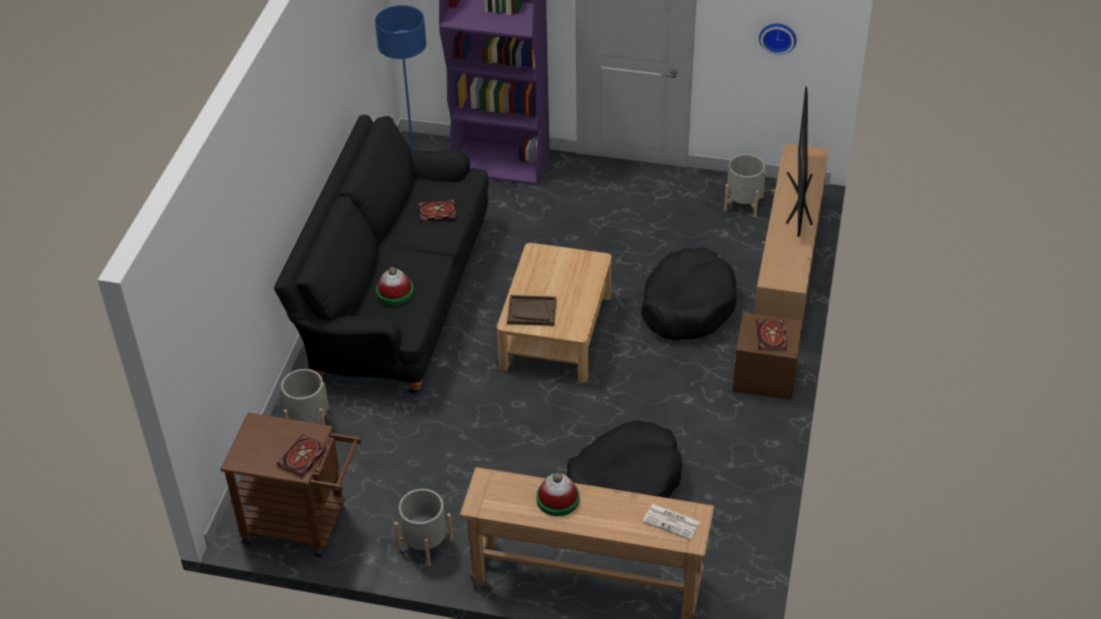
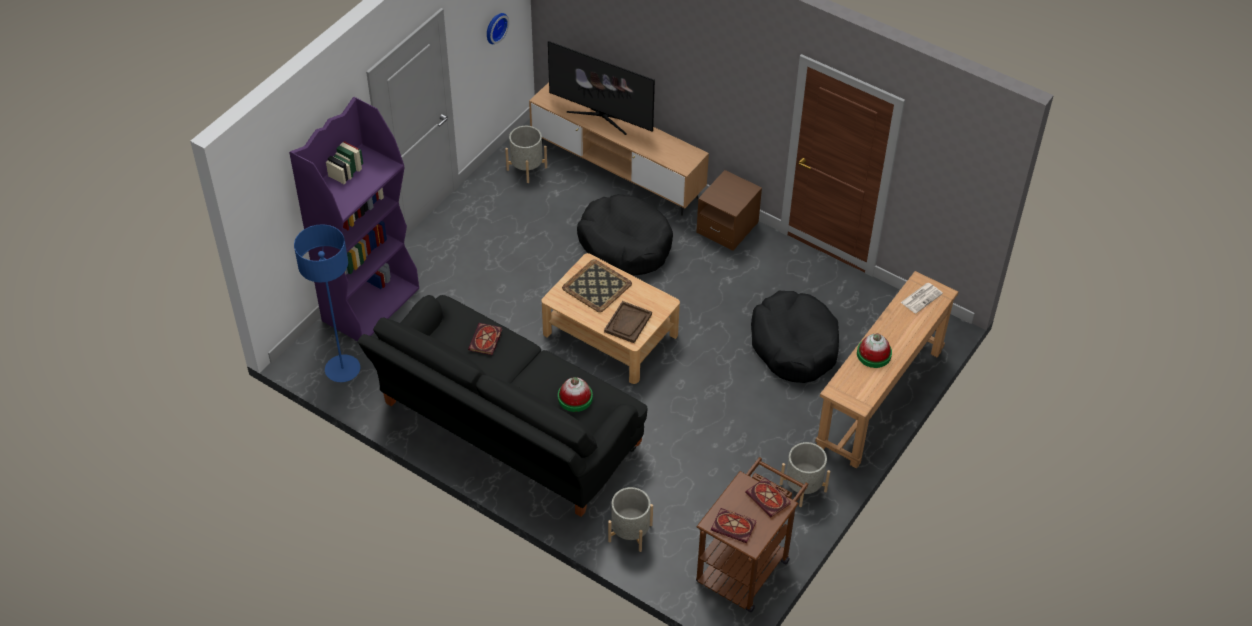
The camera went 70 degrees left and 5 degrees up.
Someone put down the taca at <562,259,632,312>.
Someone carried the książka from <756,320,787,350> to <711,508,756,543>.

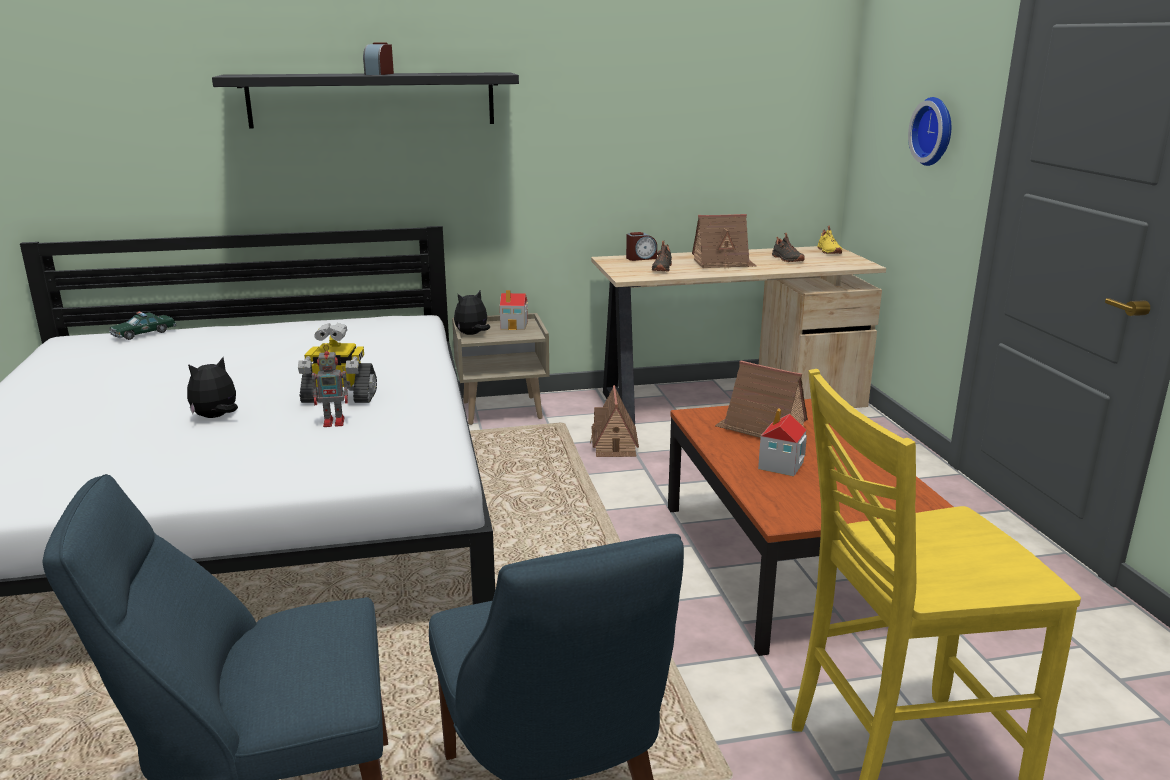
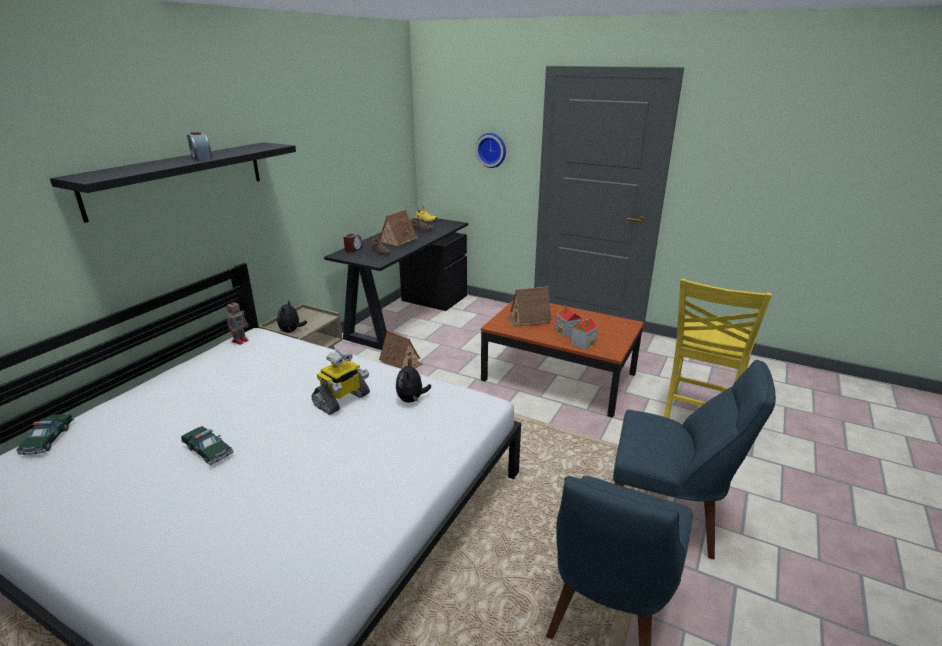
The camera went 50 degrees left and 5 degrees up.
Someone put down the samochodzik at <181,426,234,465>.
Someone carried the pluszak from <187,357,238,418> to <396,360,431,403>.
Someone carried the robot zabawkowy from <312,344,351,427> to <226,299,249,345>.
Someone carried the domek from <500,290,528,330> to <570,317,598,350>.
Someone repainted the biurko [beżowy] at <591,246,886,424>, which became the biurko [czarny] at <324,218,468,350>.

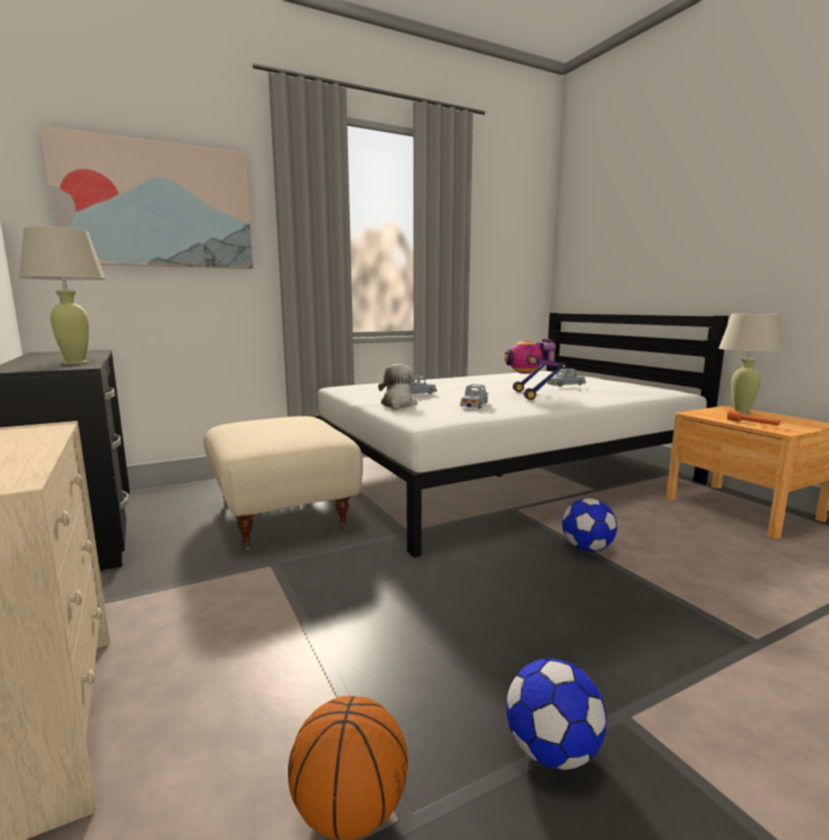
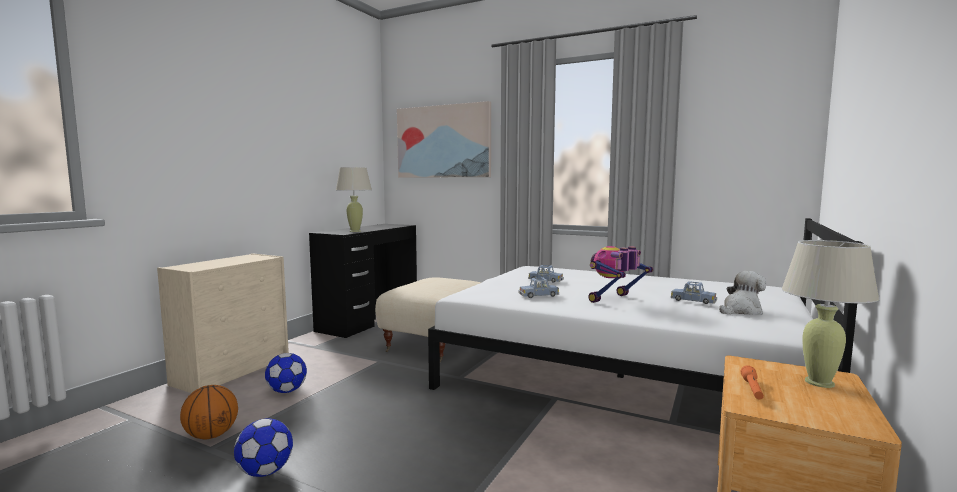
The camera went 55 degrees right and 5 degrees down.
Someone carried the pluszak from <378,364,418,410> to <719,271,766,315>.
Someone carried the piłka futbolowa from <562,498,617,552> to <265,353,307,393>.

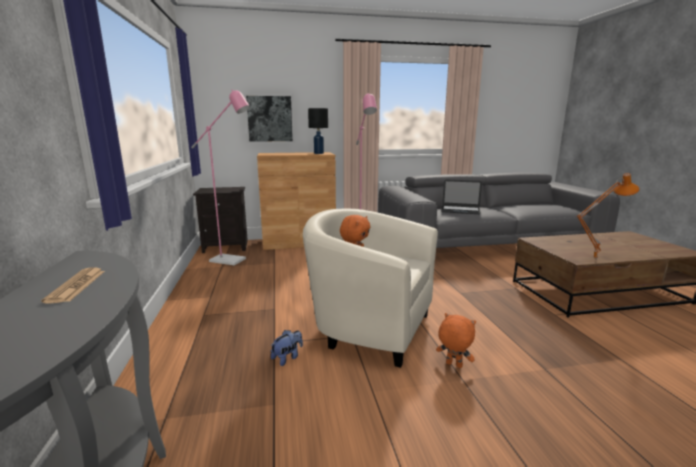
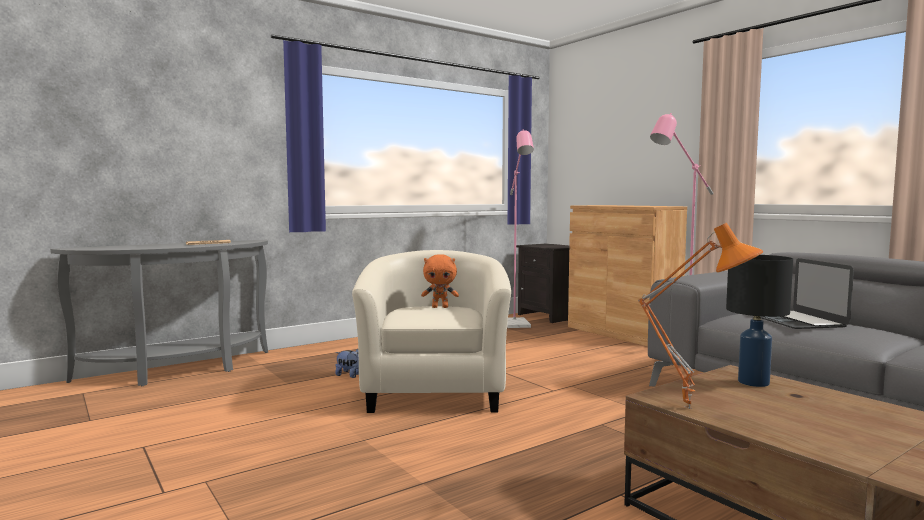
The camera went 65 degrees right and 10 degrees down.
Someone took away the obraz at <244,94,295,143>.
Someone took away the pluszak [pomarańczowy] at <436,313,476,368>.
Someone carried the lampa stołowa [czarny] from <308,108,328,154> to <726,255,793,387>.

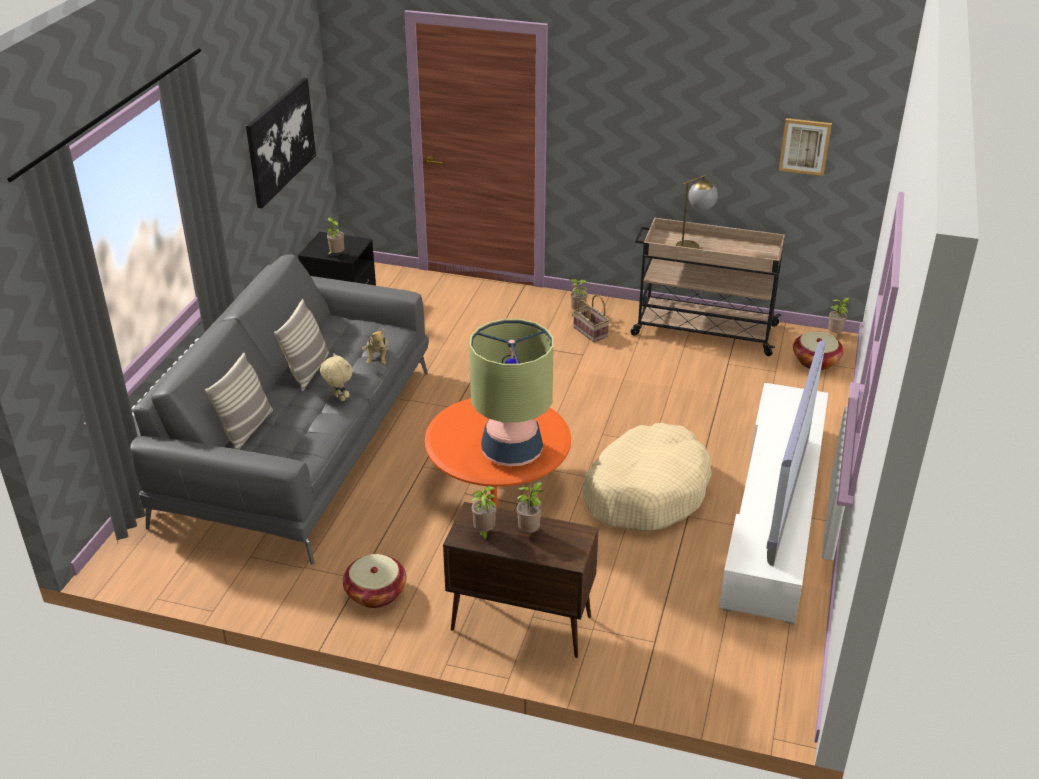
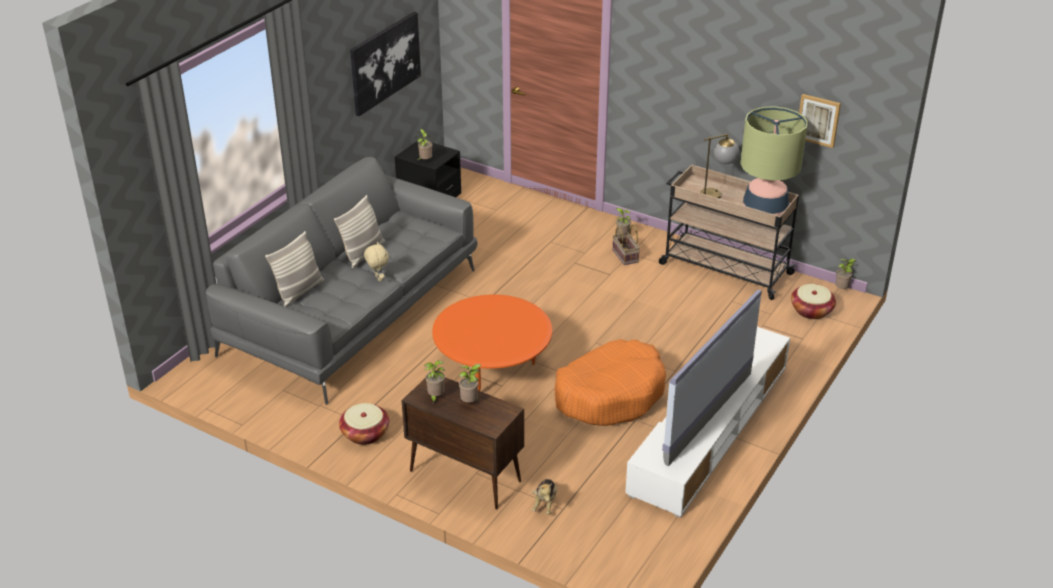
The camera went 15 degrees right and 0 degrees up.
Someone carried the pluszak from <362,329,388,365> to <532,479,557,514>.
Someone carried the lampa stołowa from <469,319,554,467> to <740,106,808,216>.
Someone repainted the legowisko [beżowy] at <582,423,712,531>, which became the legowisko [pomarańczowy] at <555,339,666,426>.

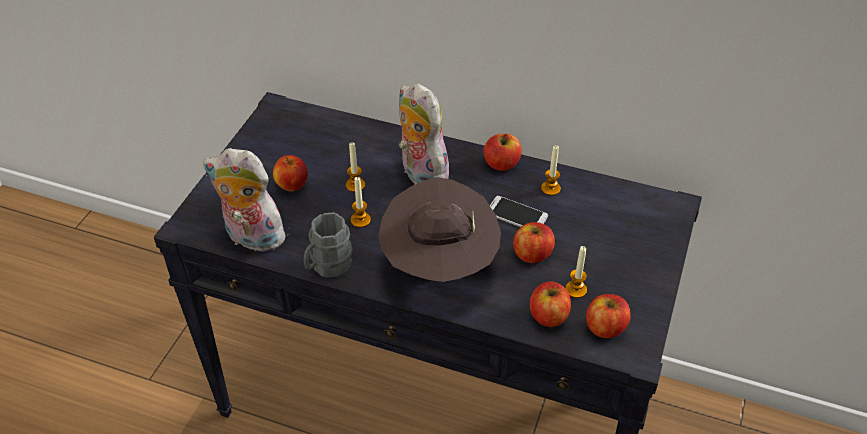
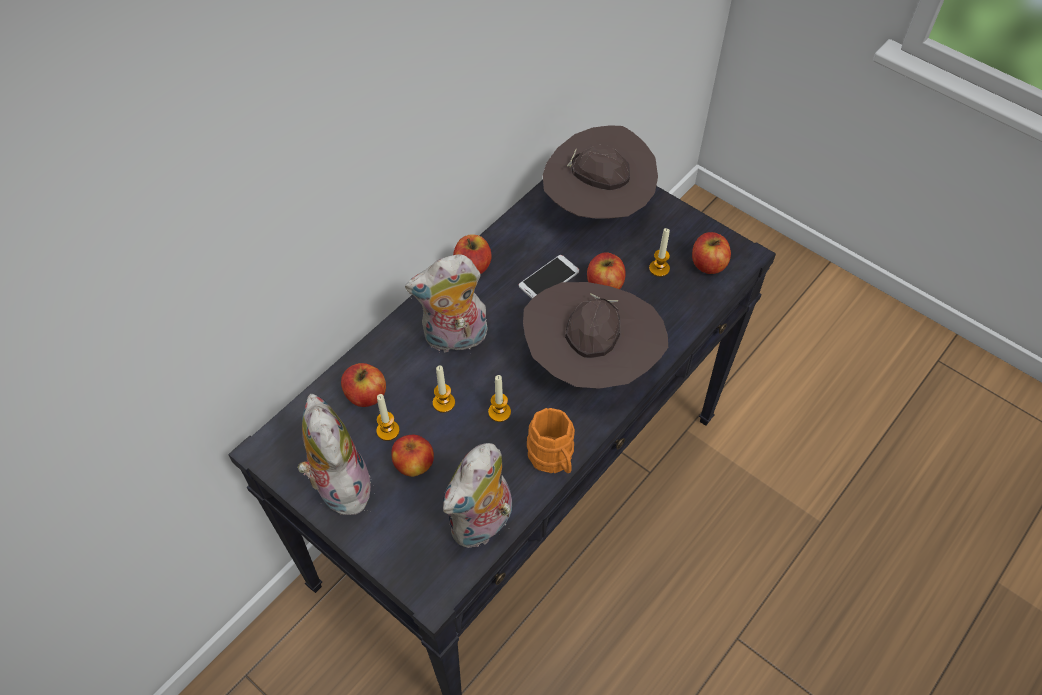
The camera went 70 degrees left and 10 degrees up.
Someone put down the pluszak at <297,394,371,515>.
Someone put down the kapelusz [brązowy] at <543,125,658,219>.
Someone carried the jabłko from <530,281,571,327> to <341,363,386,407>.
Someone carried the świeca from <541,145,561,196> to <376,394,400,441>.
Someone repainted the kubek [szary] at <304,212,353,278>, which became the kubek [pomarańczowy] at <527,408,575,473>.

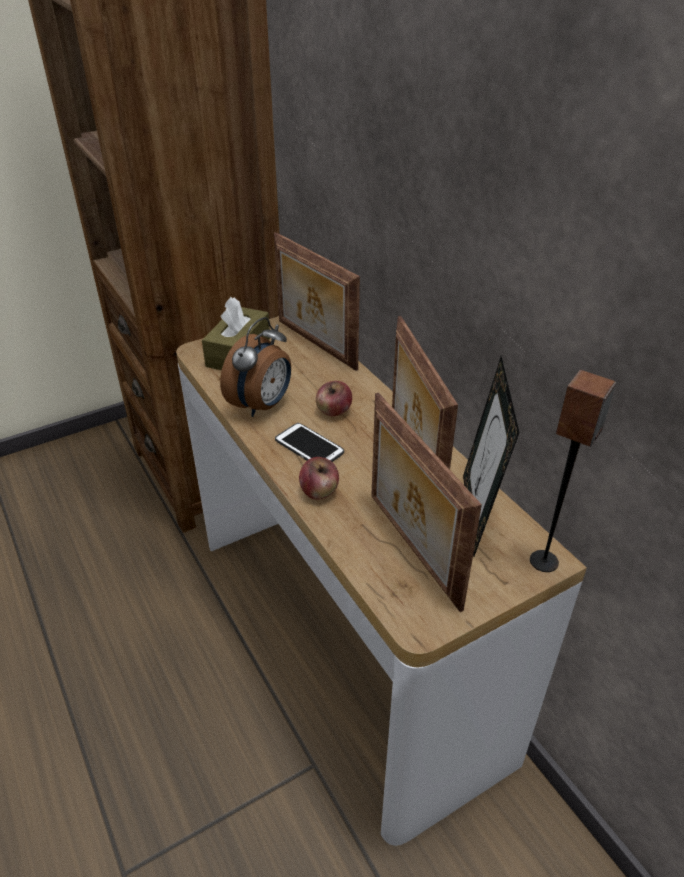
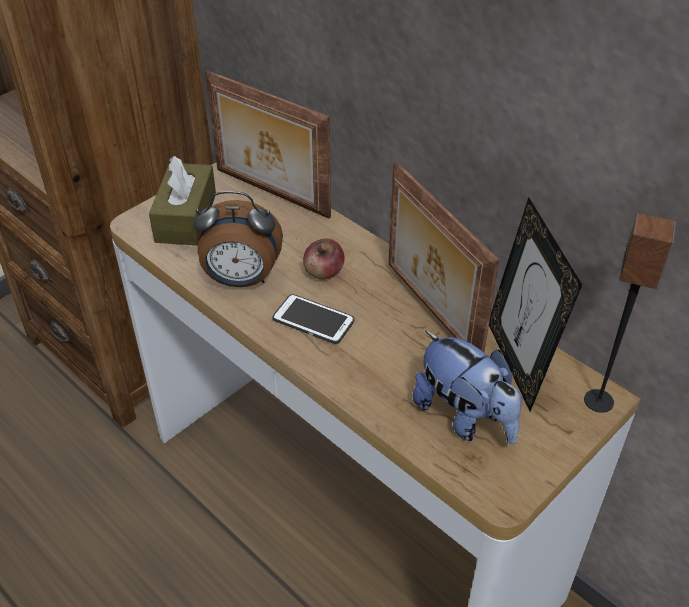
The camera went 15 degrees left and 5 degrees up.
Someone took away the jabłko at <299,457,339,500>.
Someone swapped the ramka na zdjęcie at <371,392,482,612> for the pluszak at <413,331,522,445>.
Someone rotated the budzik at <220,317,291,417> by 75 degrees clockwise.

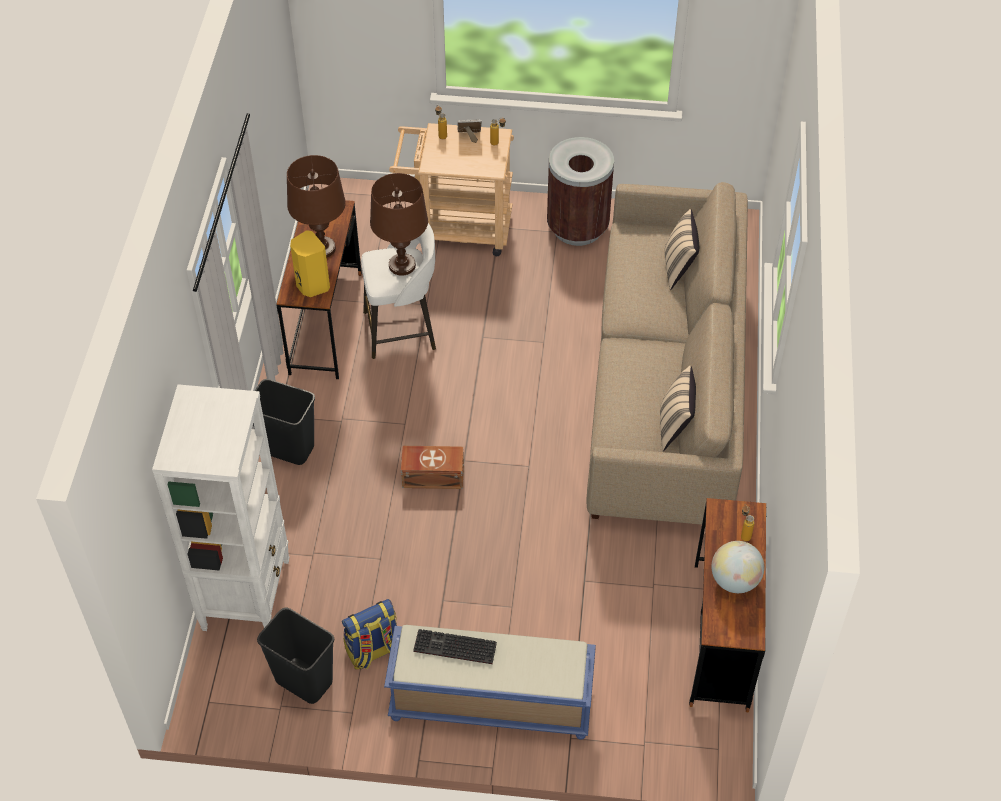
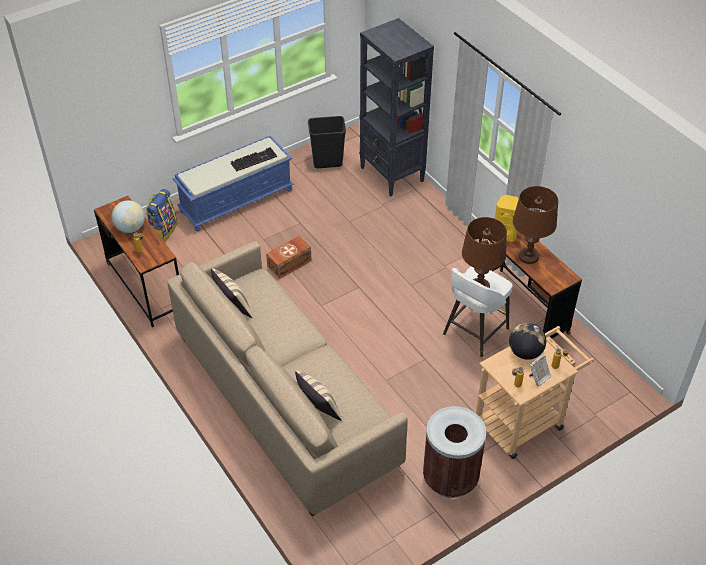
The camera went 140 degrees right and 5 degrees down.
Someone took away the kosz na śmieci [czarny] at <253,379,315,465>.
Someone put down the globus at <509,323,546,360>.
Someone carried the plecak from <342,599,397,670> to <146,189,177,241>.
Someone carried the pojemnik do przechowywania [brązowy] from <401,446,464,489> to <266,236,312,279>.
Someone repainted the regał [biały] at <152,384,290,631>, which became the regał [czarny] at <359,18,434,197>.

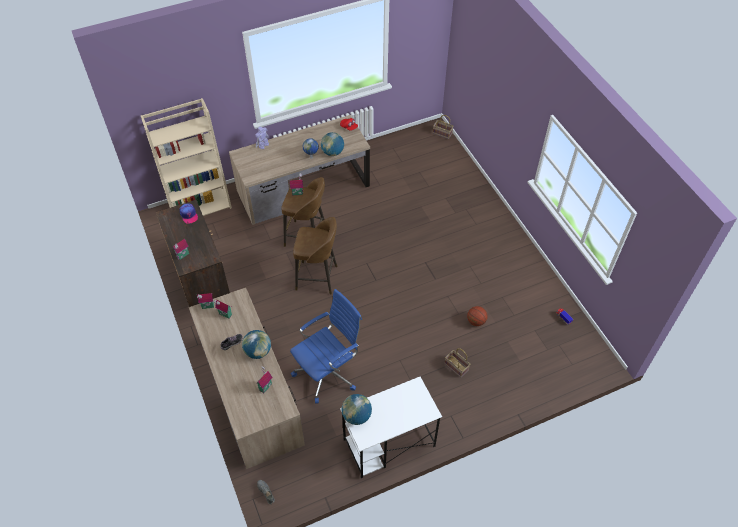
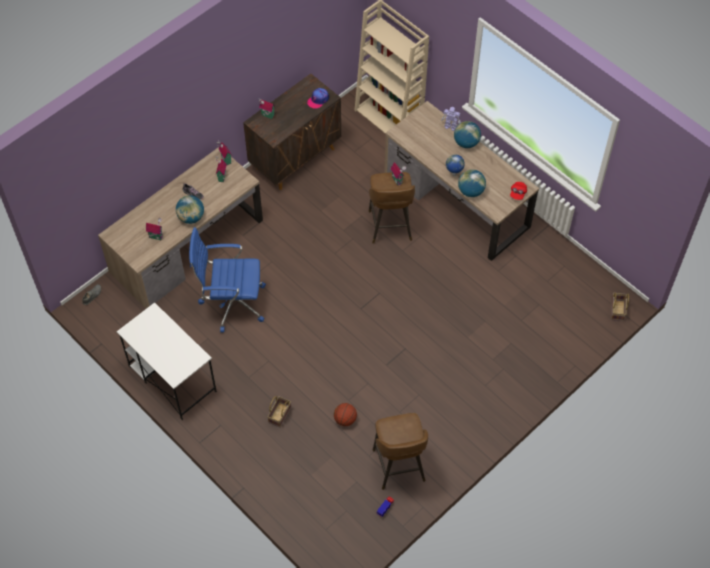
The camera went 70 degrees right and 5 degrees up.
Someone carried the stołek [brązowy] from <293,217,337,295> to <373,413,428,490>.
Someone carried the globus from <342,394,372,425> to <454,121,481,148>.
Someone rotated the krzesło biurowe [niebieski] at <290,289,362,404> by 150 degrees clockwise.

